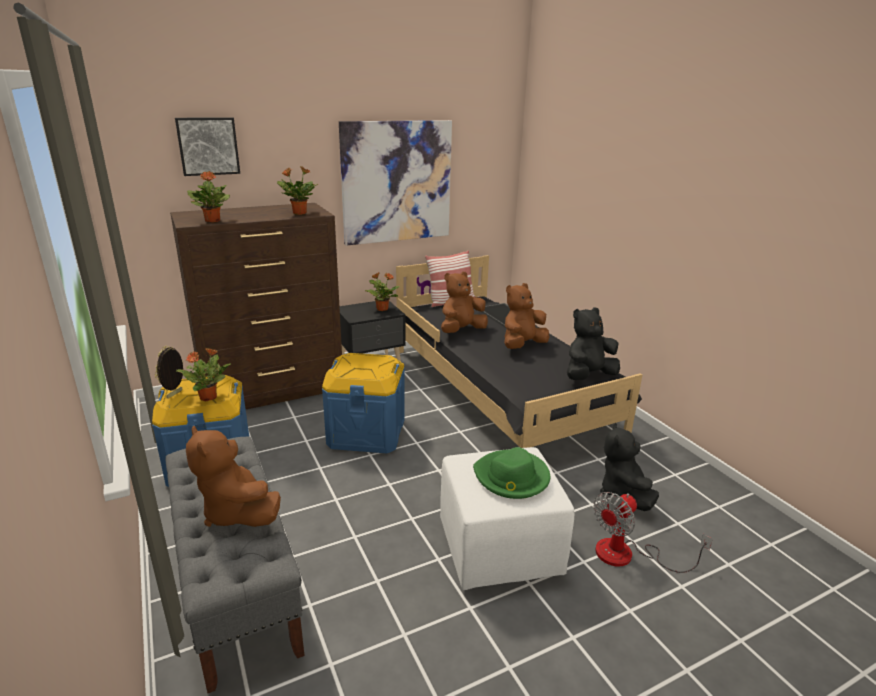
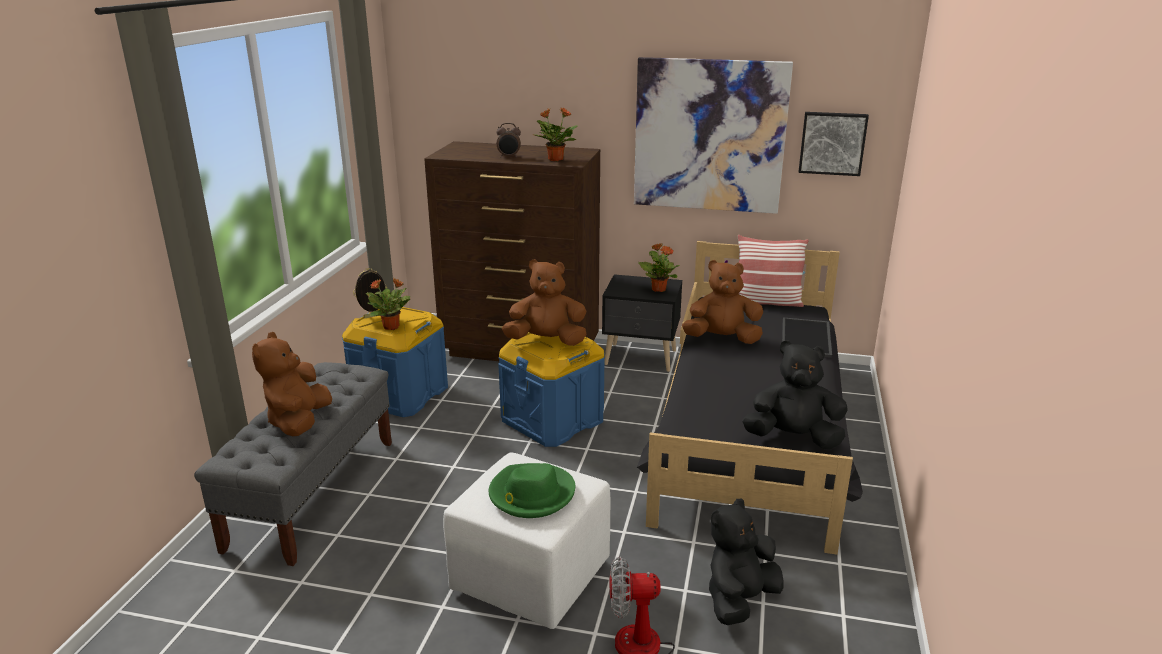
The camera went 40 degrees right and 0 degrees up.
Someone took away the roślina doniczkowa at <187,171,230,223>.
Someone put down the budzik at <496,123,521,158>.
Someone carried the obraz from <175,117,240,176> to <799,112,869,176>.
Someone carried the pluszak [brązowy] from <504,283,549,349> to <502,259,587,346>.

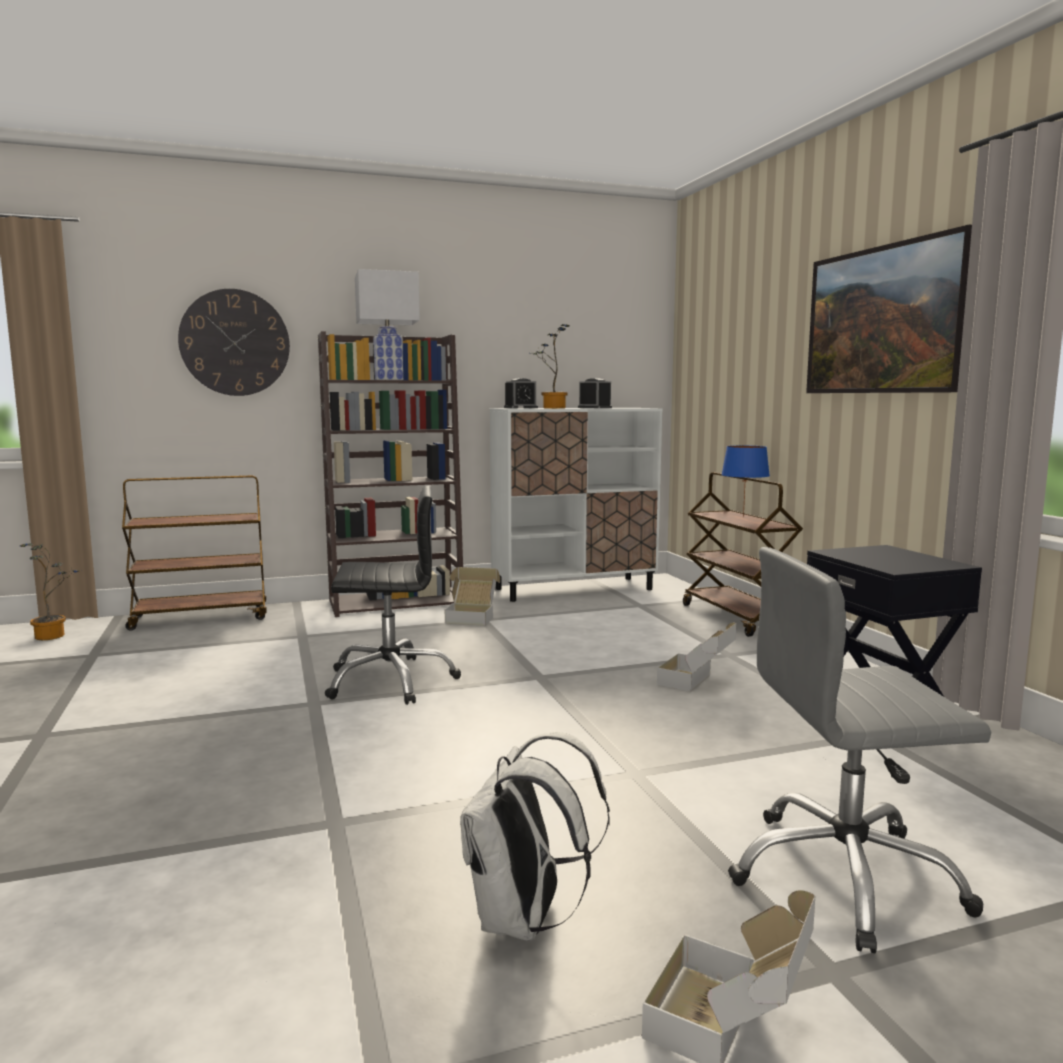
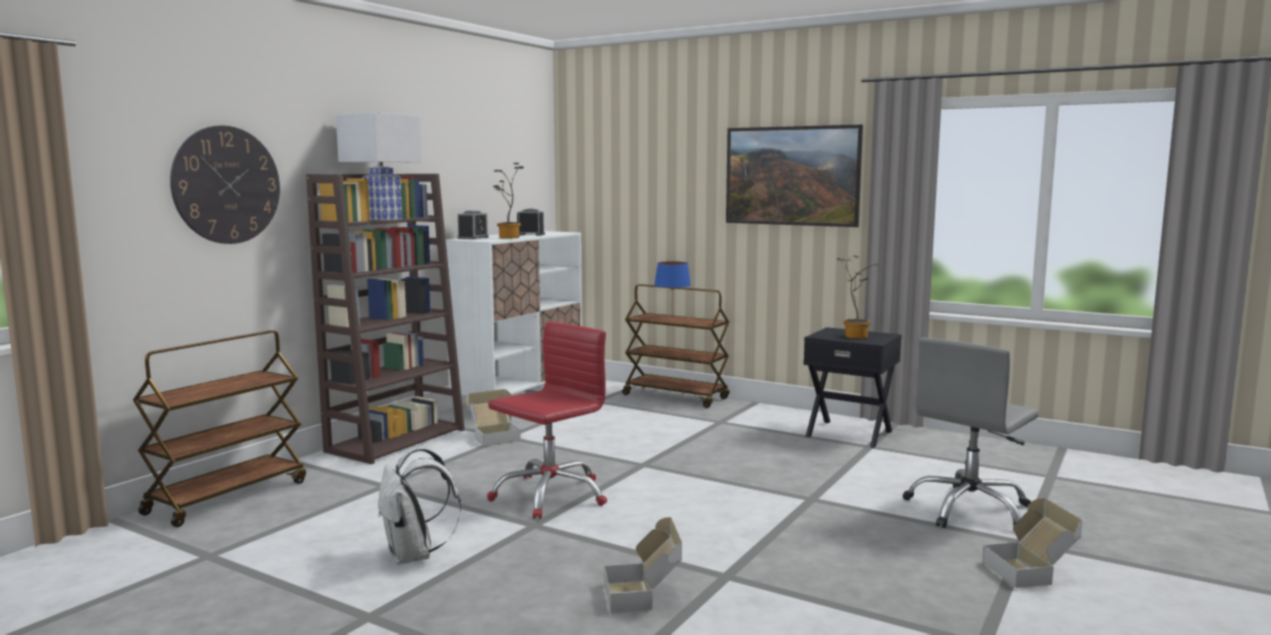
The camera went 40 degrees left and 0 degrees up.
Someone carried the roślina doniczkowa from <20,543,81,640> to <837,255,882,339>.
Someone carried the plecak [biały] from <460,732,610,941> to <378,448,461,565>.
Someone carried the karton from <657,623,736,692> to <604,517,682,613>.
Someone repainted the krzesło biurowe [czarny] at <325,486,461,705>, which became the krzesło biurowe [czerwony] at <487,321,607,519>.

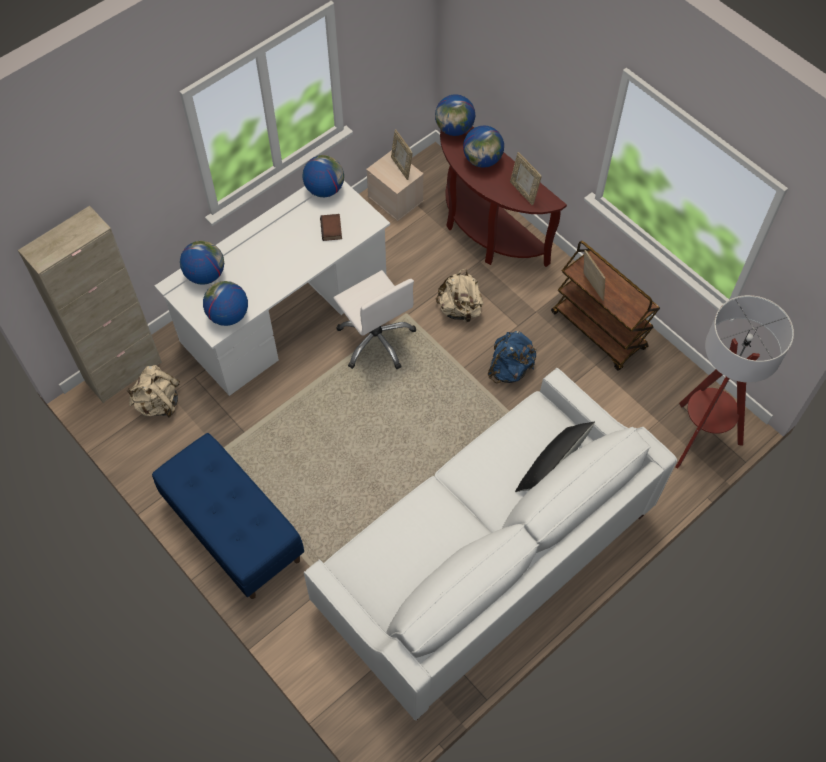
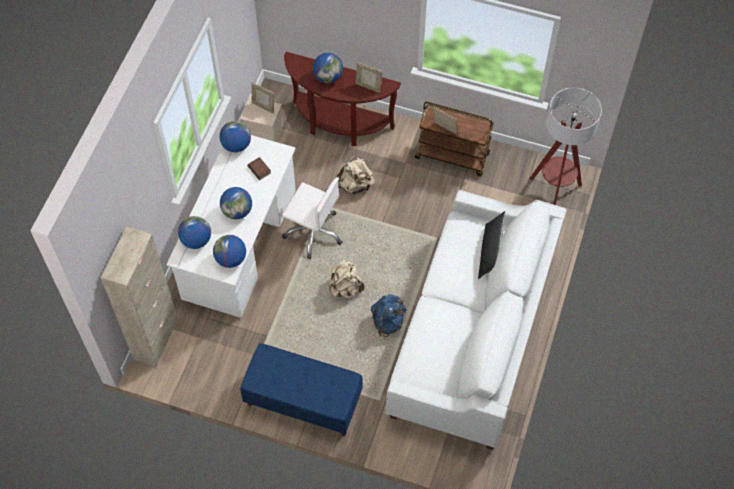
The camera went 30 degrees left and 0 degrees up.
Someone carried the plecak [beżowy] from <128,365,180,418> to <329,259,364,299>.
Someone carried the globus from <435,94,475,136> to <220,187,252,219>.
Someone carried the plecak [niebieski] from <488,331,536,384> to <371,294,406,337>.

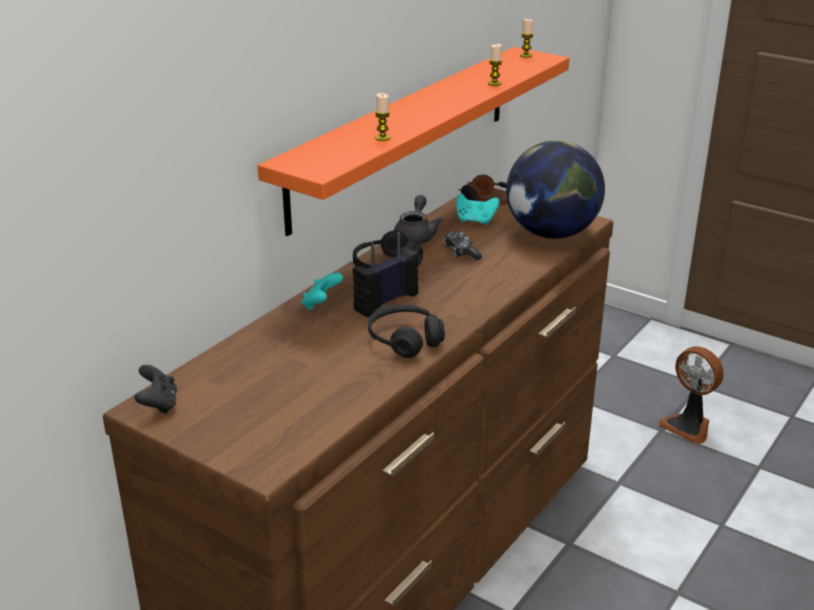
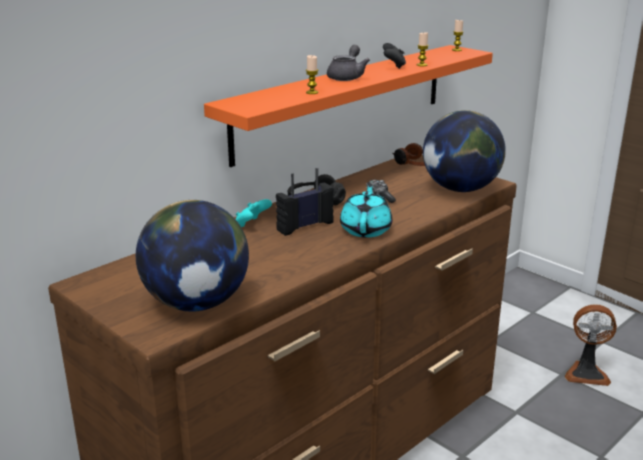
The camera went 10 degrees right and 5 degrees down.
Someone took away the słuchawki [czarny] at <368,304,445,358>.
Someone took away the pad do gier [turkusowy] at <456,193,500,225>.
Someone put down the globus at <136,200,249,312>.
Someone put down the imbryk [turkusowy] at <340,184,392,238>.
Someone carried the pad do gier [czarny] from <134,365,177,414> to <383,43,406,69>.
Someone carried the imbryk [szary] from <394,195,443,244> to <327,45,370,81>.
Someone rotated the wentylator at <658,346,724,444> by 45 degrees counterclockwise.

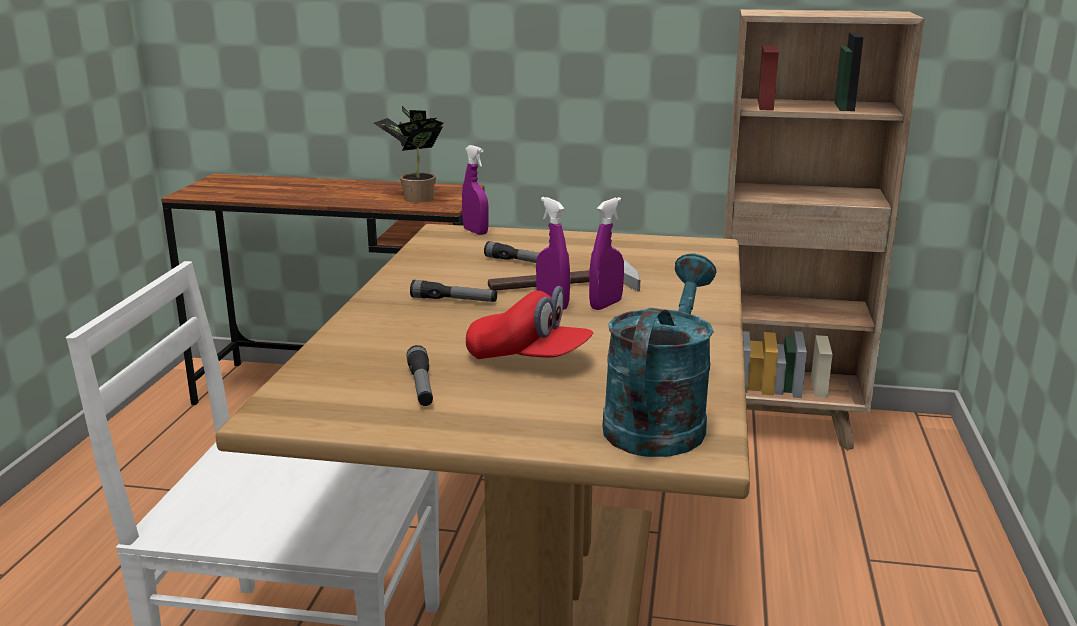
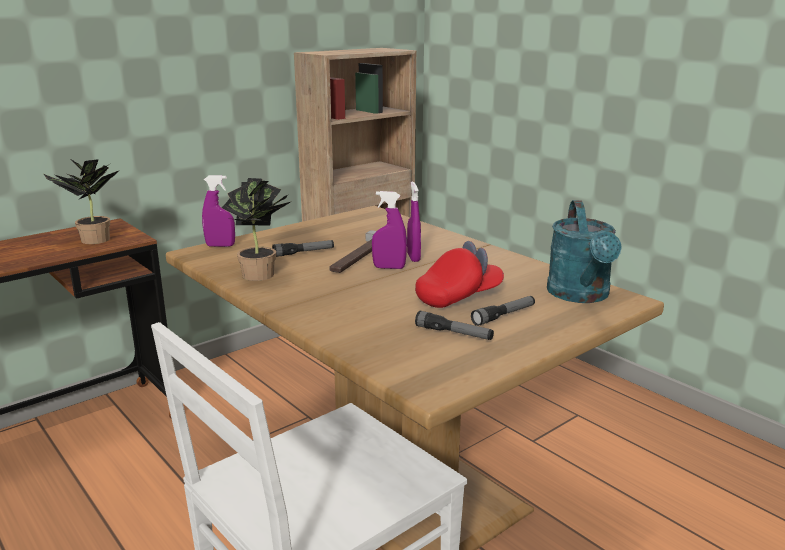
The camera went 50 degrees left and 0 degrees up.
Someone put down the roślina doniczkowa at <222,178,290,281>.
Someone carried the latarka from <410,280,497,302> to <471,296,535,326>.
Someone rotated the konewka [turkusowy] at <602,254,717,457> by 150 degrees counterclockwise.

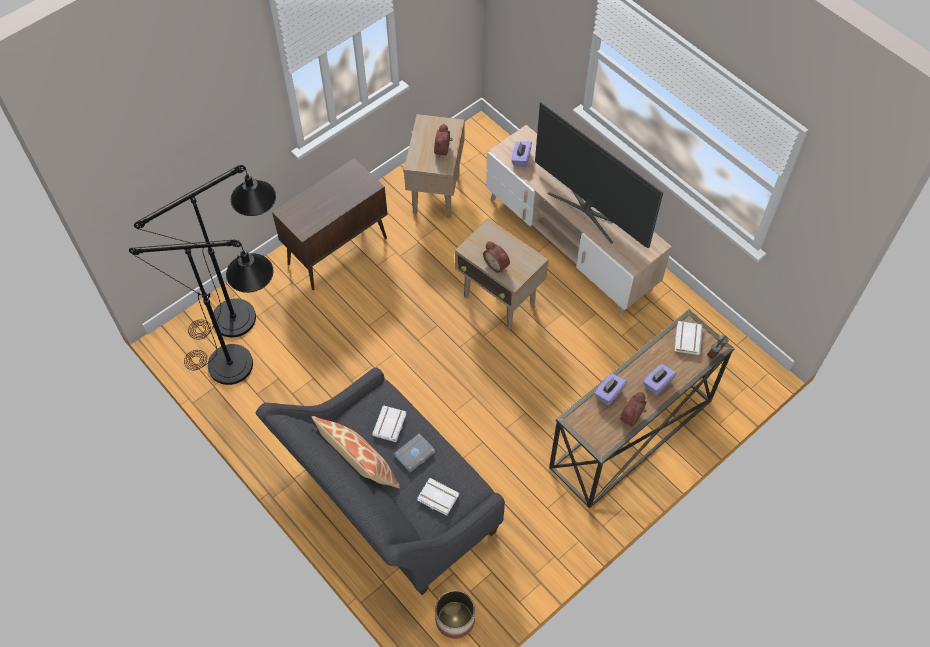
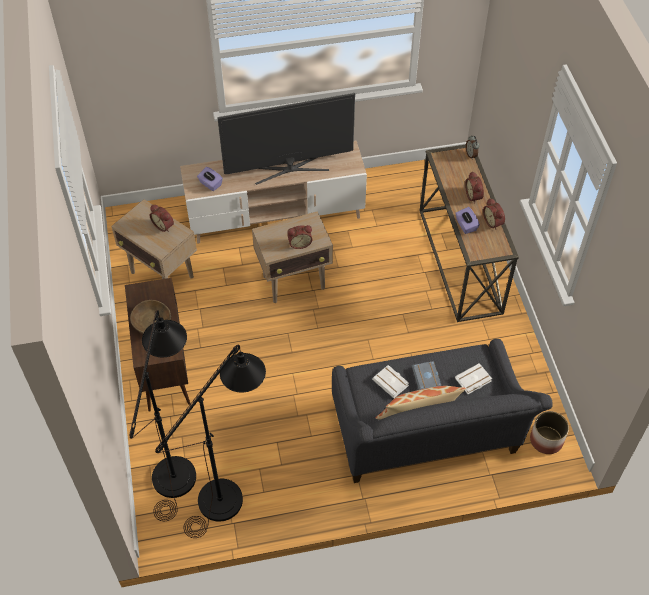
The camera went 60 degrees left and 5 degrees down.
Someone took away the książka [biały] at <675,321,703,355>.
Someone put down the miska [brązowy] at <130,300,171,334>.
Someone swapped the pudełko chusteczek [fioletowy] at <643,364,677,395> for the budzik at <465,171,484,204>.

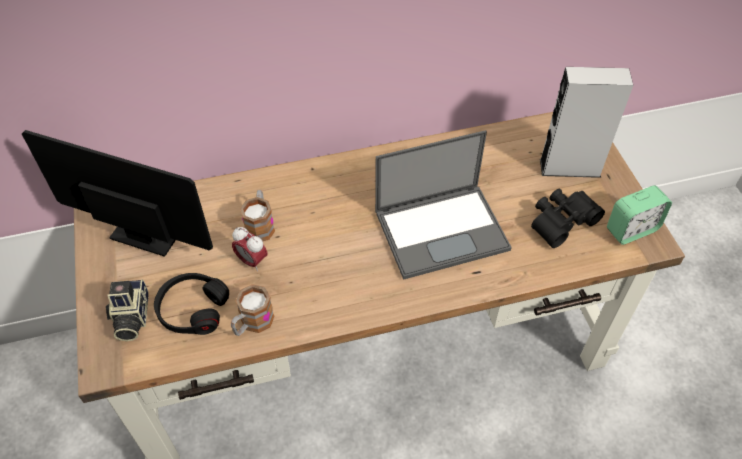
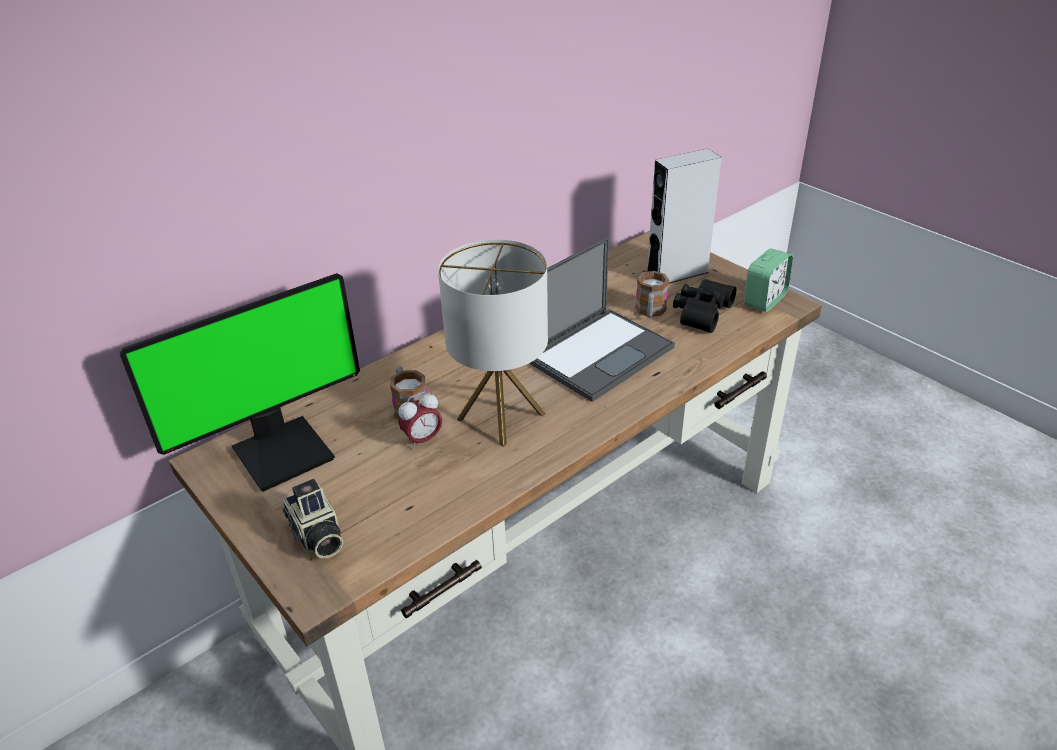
The camera went 25 degrees left and 15 degrees down.
Someone took away the słuchawki [czarny] at <154,273,229,335>.
Someone put down the lampa stołowa at <438,240,548,447>.
Someone carried the kubek from <231,284,274,336> to <635,271,669,318>.
Someone rotated the monitor at <22,130,213,257> by 150 degrees clockwise.
Someone rotated the budzik at <232,227,268,271> by 45 degrees counterclockwise.

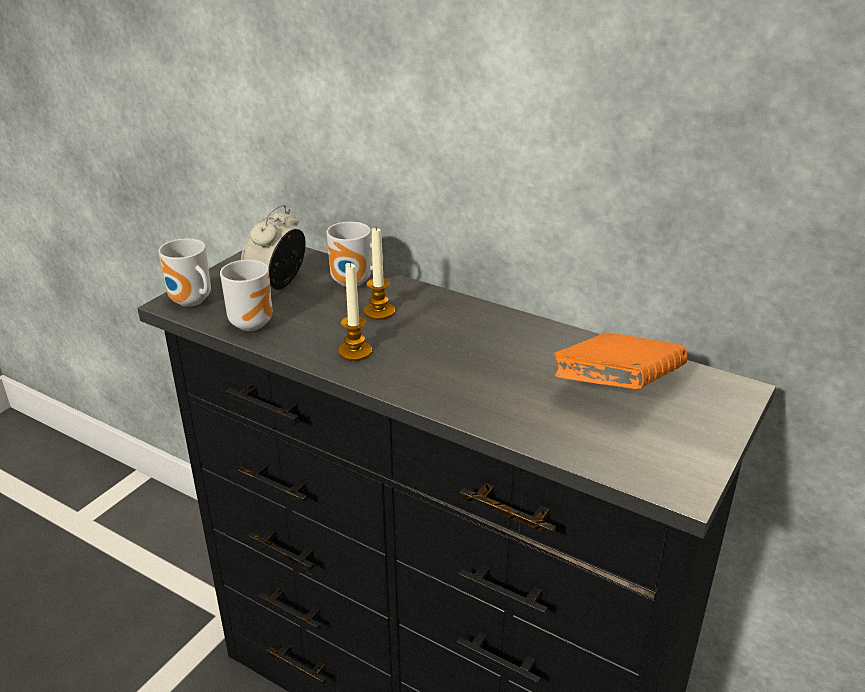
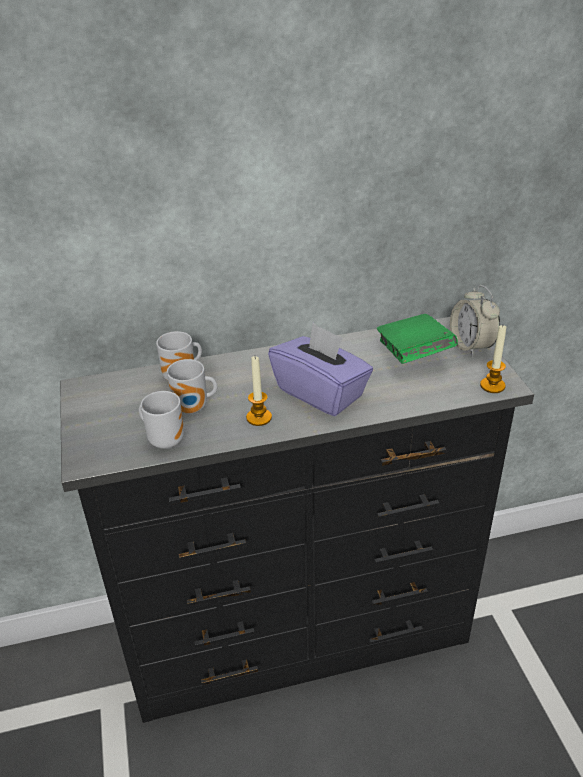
The camera went 45 degrees left and 5 degrees up.
Someone put down the pudełko chusteczek [fioletowy] at <268,323,373,416>.
Someone carried the kubek from <159,238,211,307> to <167,359,217,414>.
Someone carried the budzik from <241,204,306,290> to <450,285,500,357>.
Someone carried the świeca from <364,228,395,320> to <480,325,506,393>.
Someone repainted the książka [pomarańczowy] at <553,332,688,389>, which became the książka [zielony] at <377,314,458,364>.

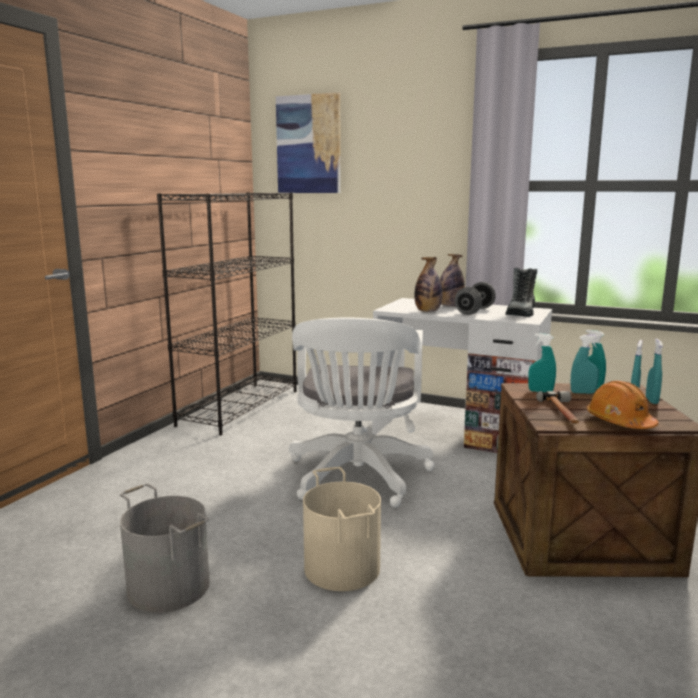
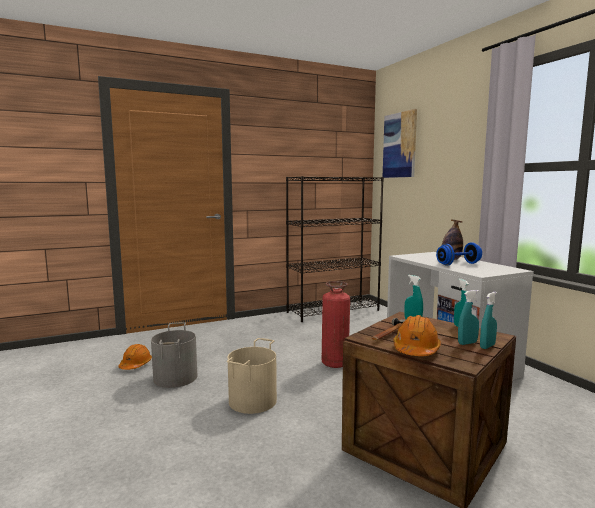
The camera went 40 degrees right and 5 degrees down.
Someone took away the butelka at <414,257,443,312>.
Someone took away the but z cholewką at <505,268,537,317>.
Someone took away the spryskiwacz [turkusowy] at <571,335,599,394>.
Someone put down the kask [pomarańczowy] at <118,344,152,370>.
Someone swapped the krzesło biurowe [biały] at <289,318,435,507> for the gaśnica at <322,281,350,368>.
Someone repainted the hantel [szary] at <455,282,496,315>, which became the hantel [niebieski] at <436,243,482,266>.

